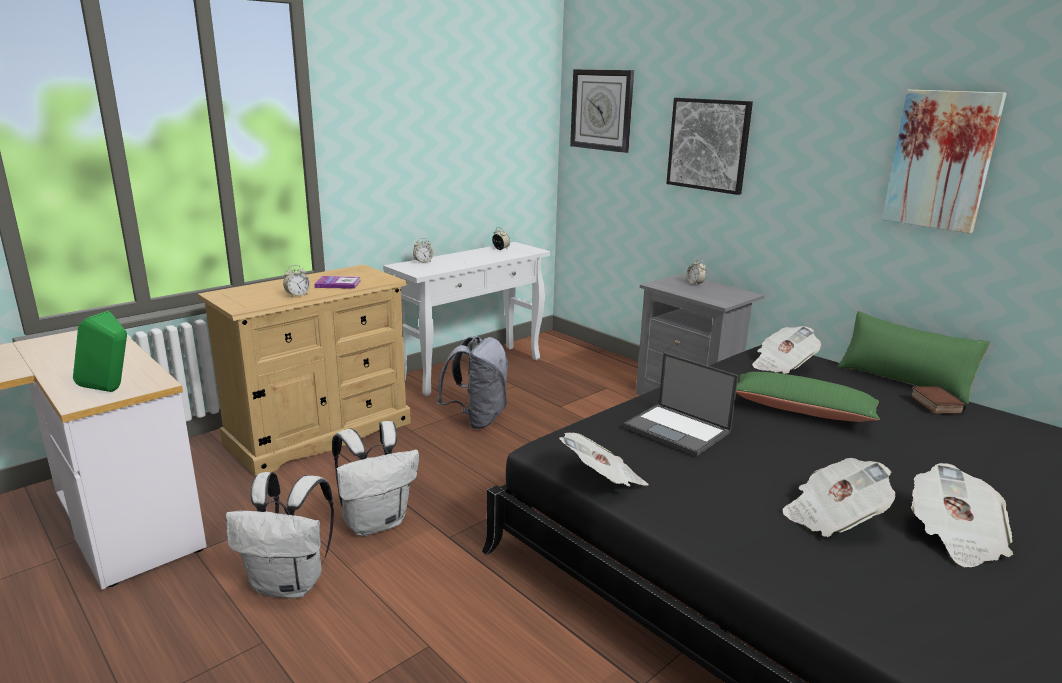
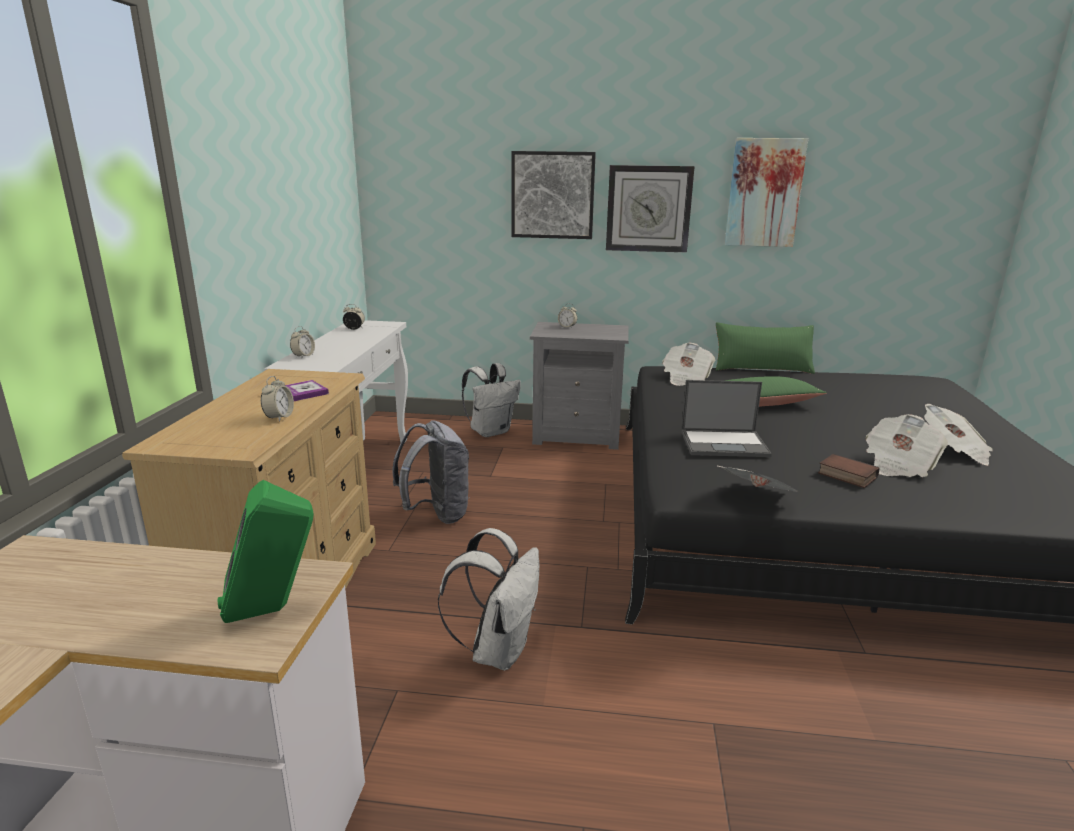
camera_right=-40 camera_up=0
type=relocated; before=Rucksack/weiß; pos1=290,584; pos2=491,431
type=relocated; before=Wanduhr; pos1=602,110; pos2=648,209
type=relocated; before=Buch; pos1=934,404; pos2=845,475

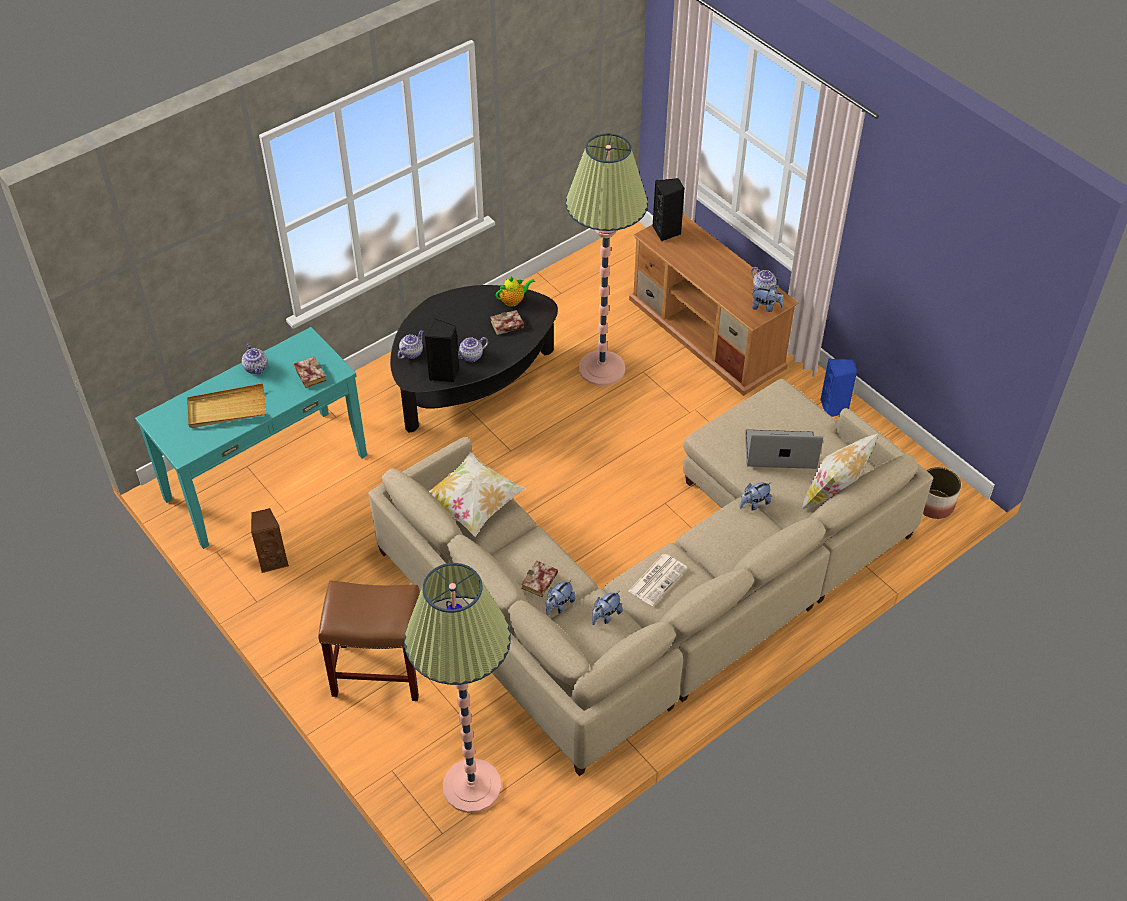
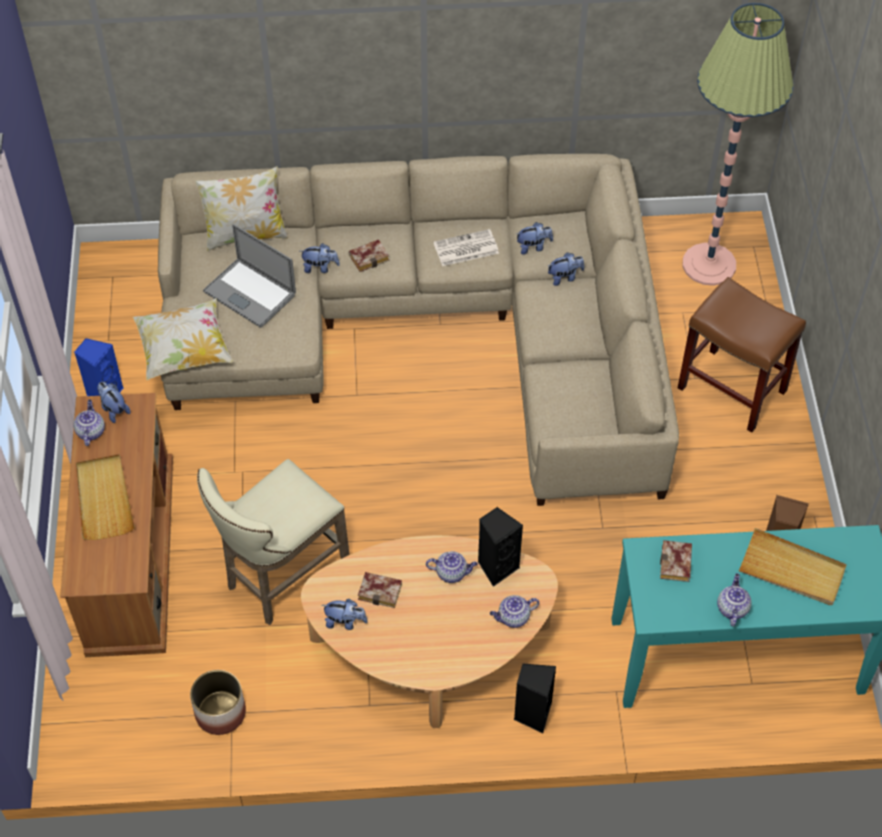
camera_right=-145 camera_up=5
type=appeared; after=Tablett/beige; pos2=104,499
type=relocated; before=Kissen; pos1=473,505; pos2=185,352
type=relocated; before=Buch; pos1=539,582; pos2=370,257
type=relocated; before=Lautsprecher/schwarz; pos1=667,232; pos2=532,714
type=relocated; before=Pflanzkübel; pos1=934,504; pos2=221,712
type=exchanged; before=Teekanne; after=Plüschtier; pos1=513,301; pos2=345,622
type=exchanged; before=Stehlampe; after=Hocker/beige; pos1=602,368; pos2=280,577
type=colour; before=Couchtisch/schwarz; after=Couchtisch/beige; pos1=472,380; pos2=431,649

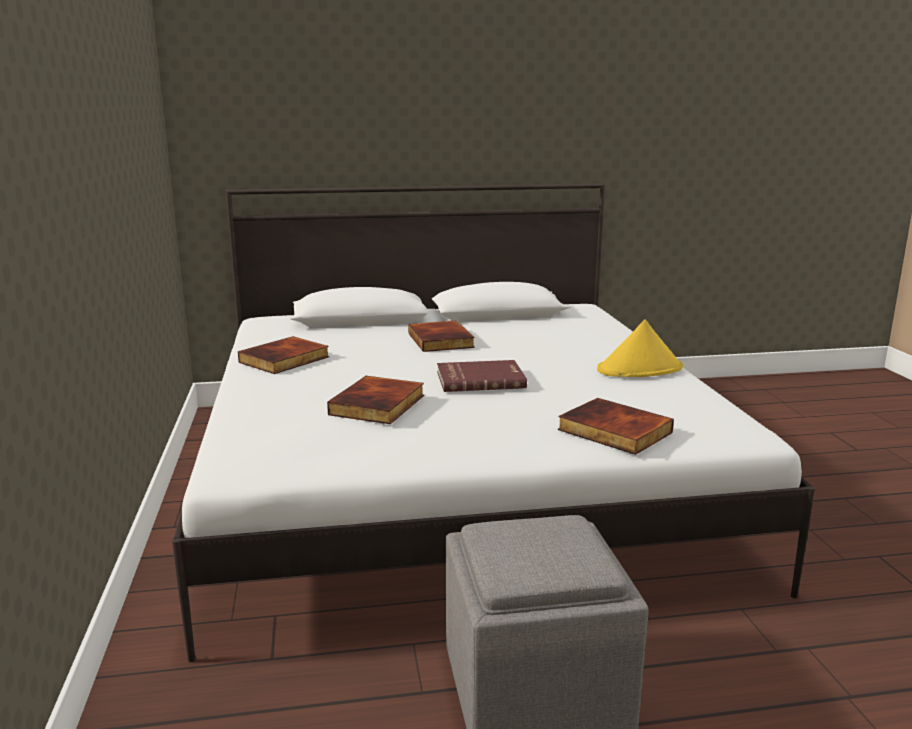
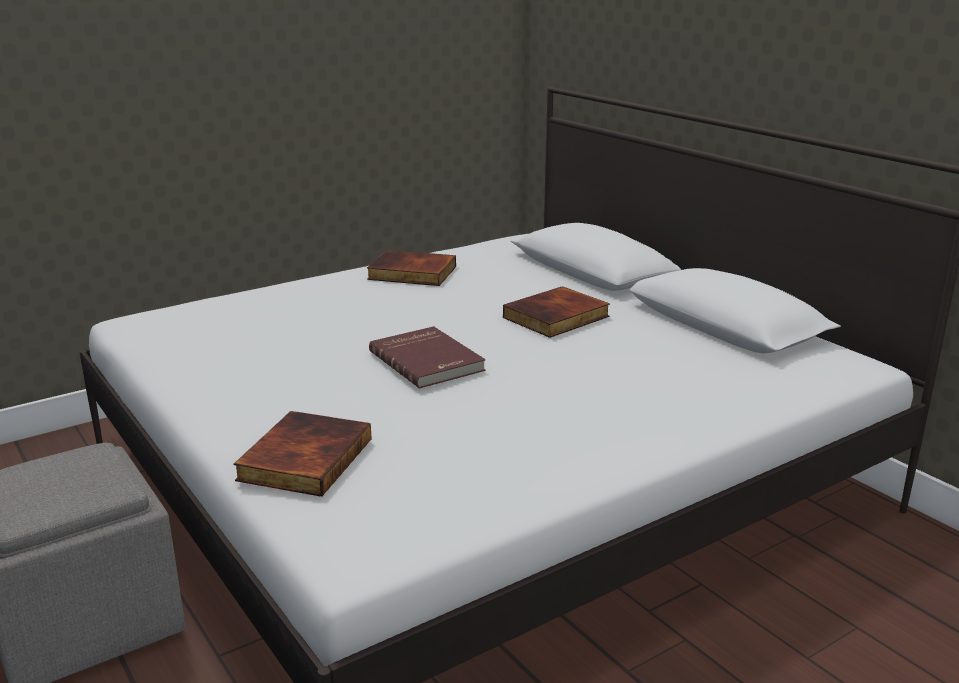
camera_right=65 camera_up=5
type=missing; before=Buch; pos1=379,405
type=missing; before=Hut/gelb; pos1=640,369

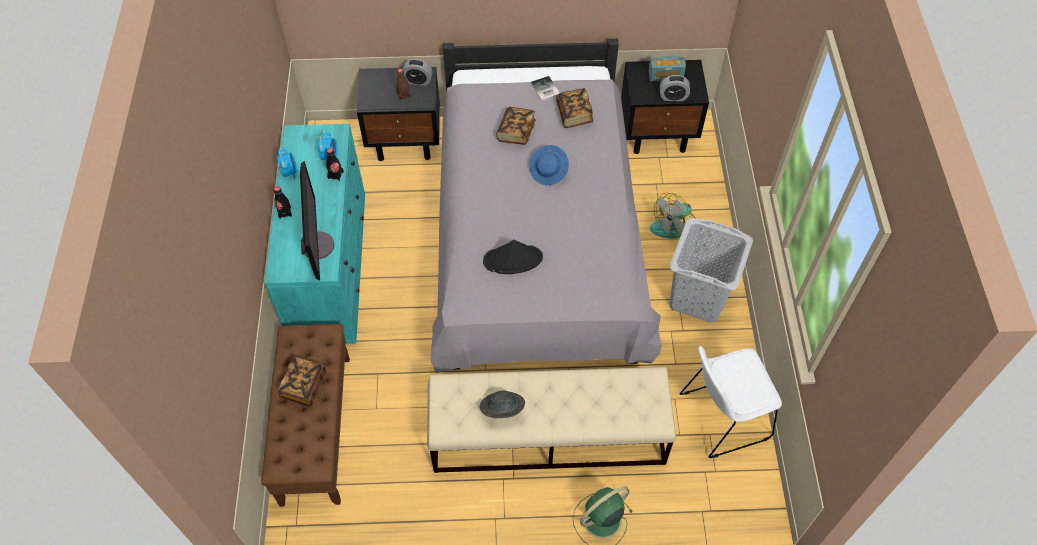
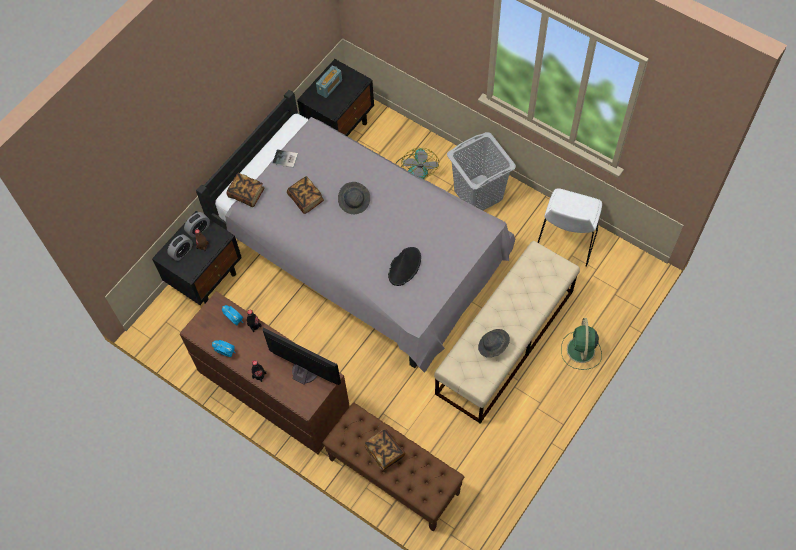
camera_right=-50 camera_up=5
type=relocated; before=Buch; pos1=574,114; pos2=246,194
type=relocated; before=Wecker; pos1=673,97; pos2=182,252
type=colour; before=Kommode/türkis; after=Kommode/braun; pos1=330,267; pos2=273,392
type=colour; before=Hut/blau; after=Hut/grau; pos1=549,171; pos2=354,202

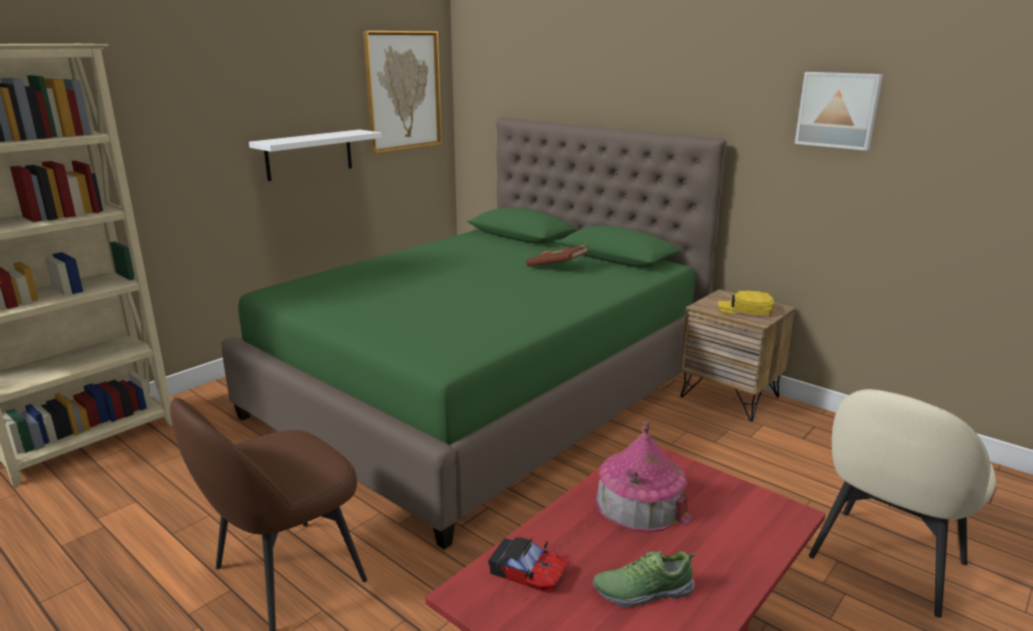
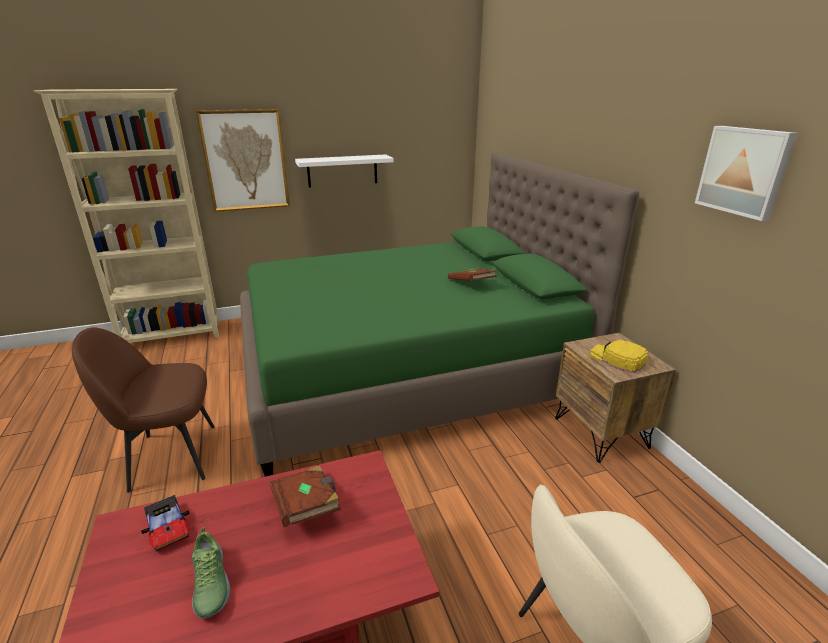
camera_right=30 camera_up=5
type=relocated; before=Bild; pos1=403,91; pos2=245,160
type=exchanged; before=Spielzeughaus; after=Buch/braun; pos1=640,502; pos2=307,507
type=spun; before=Schuh; pos1=642,590; pos2=210,584; turn=-135

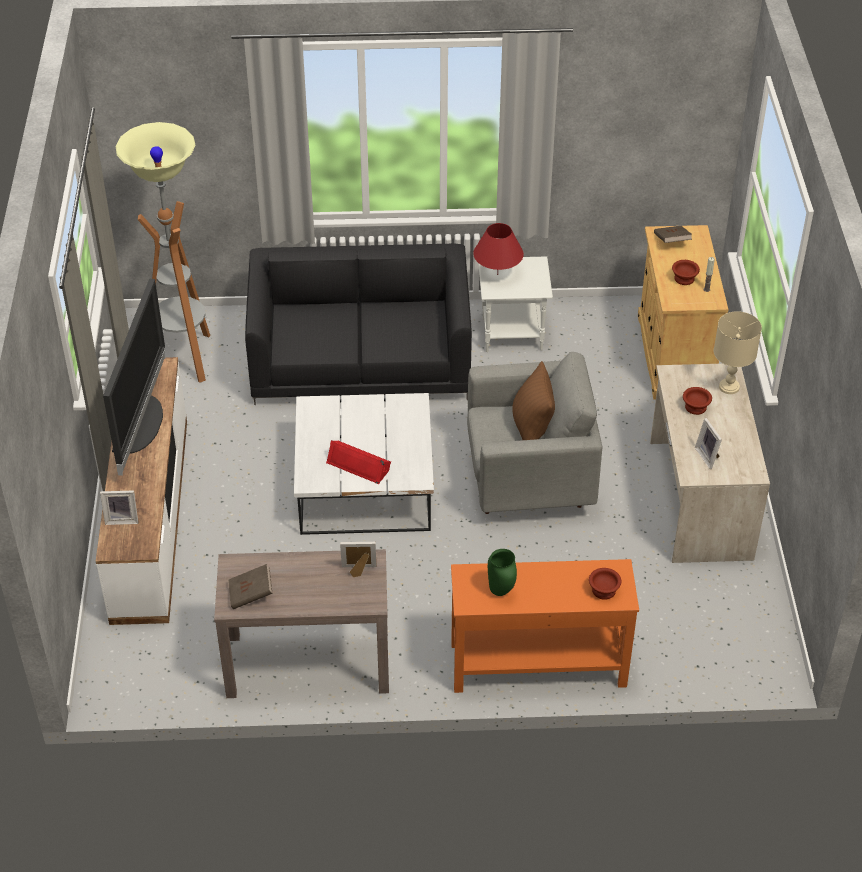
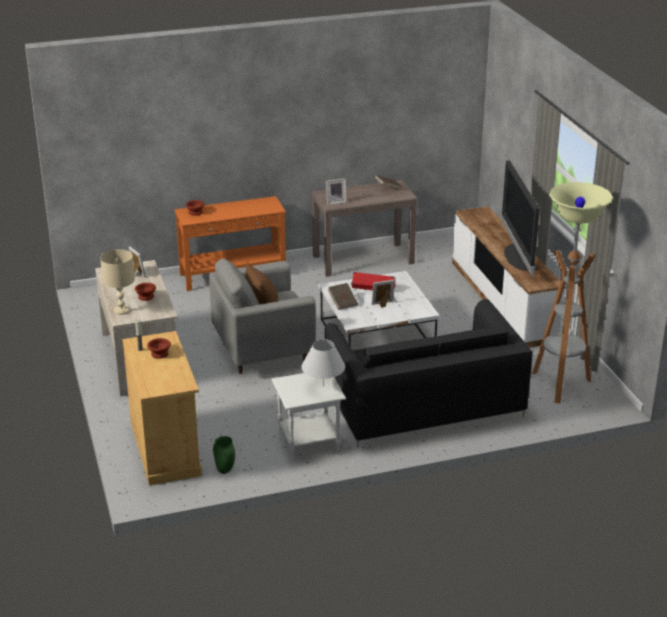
camera_right=165 camera_up=-15
type=relocated; before=Bilderrahmen; pos1=122,519; pos2=383,304
type=relocated; before=Vase/grün; pos1=501,591; pos2=224,471
type=relocated; before=Buch/braun; pos1=671,242; pos2=343,302
type=colour; before=Tischlampe/rot; after=Tischlampe/weiß; pos1=497,274; pos2=323,386

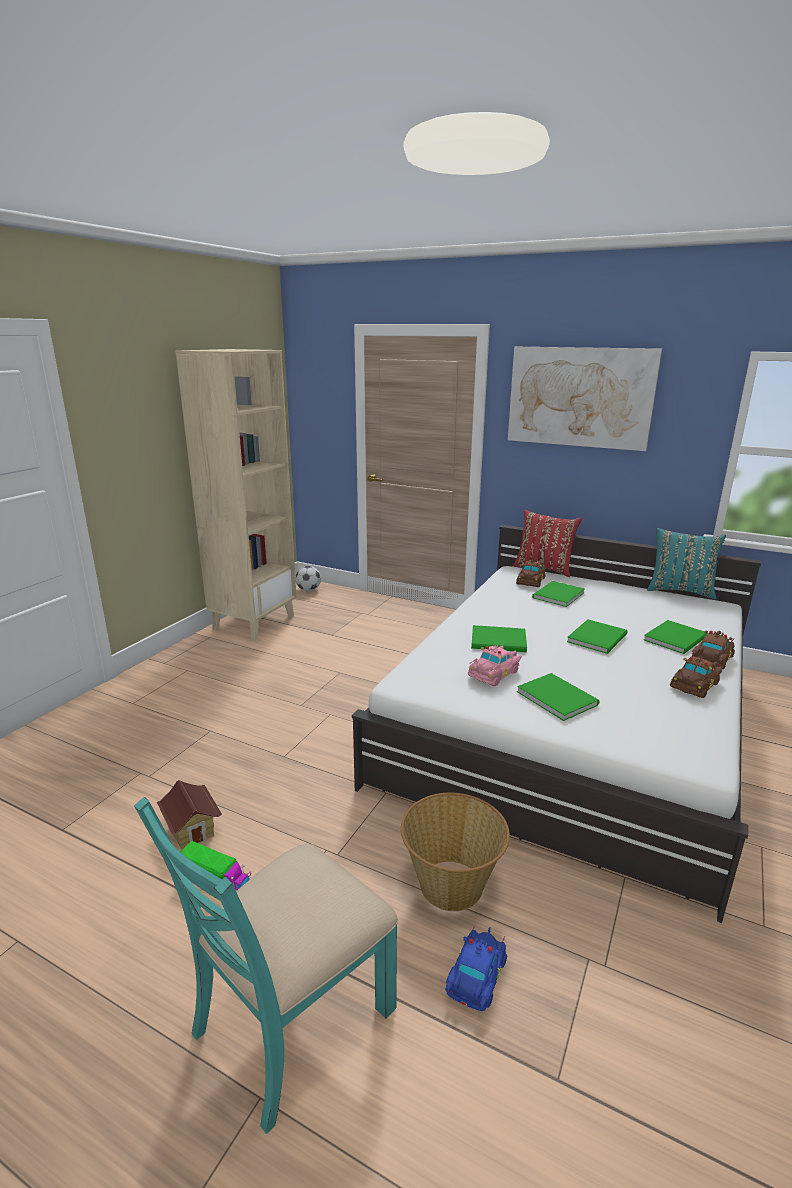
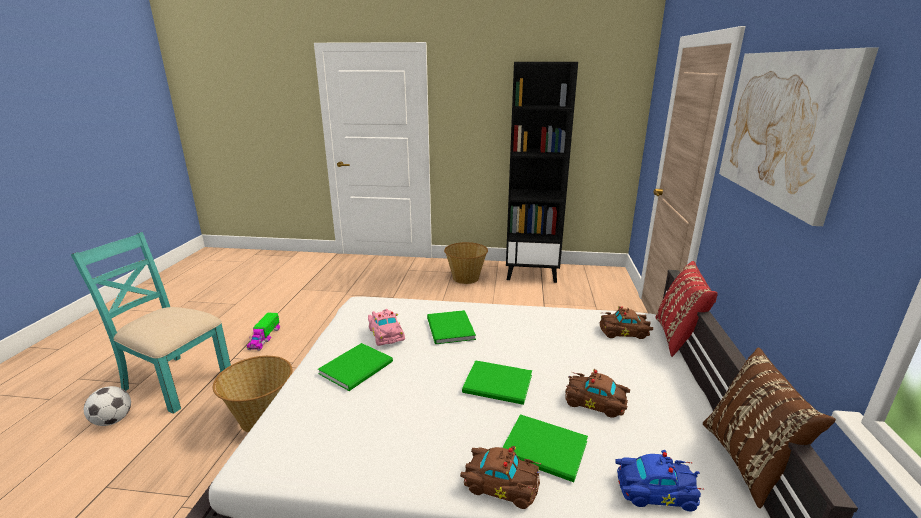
camera_right=70 camera_up=0
type=missing; before=Spielzeughaus; pos1=192,830
type=missing; before=Buch/grün; pos1=556,595
type=appeared; after=Korb; pos2=466,278
type=relocated; before=Fußball; pos1=308,590; pos2=113,420
type=relocated; before=Spielzeugauto/blau; pos1=475,978; pos2=653,489
type=relocated; before=Spielzeugauto/braun; pos1=696,684; pos2=596,403
type=colour; before=Bücherregal/beige; after=Bücherregal/schwarz; pos1=254,622; pos2=531,272
type=colour; before=Kissen/türkis; after=Kissen/braun; pos1=680,591; pos2=748,462
type=spun; before=Spielzeugauto/rosa; pos1=495,673; pos2=386,333; turn=-135

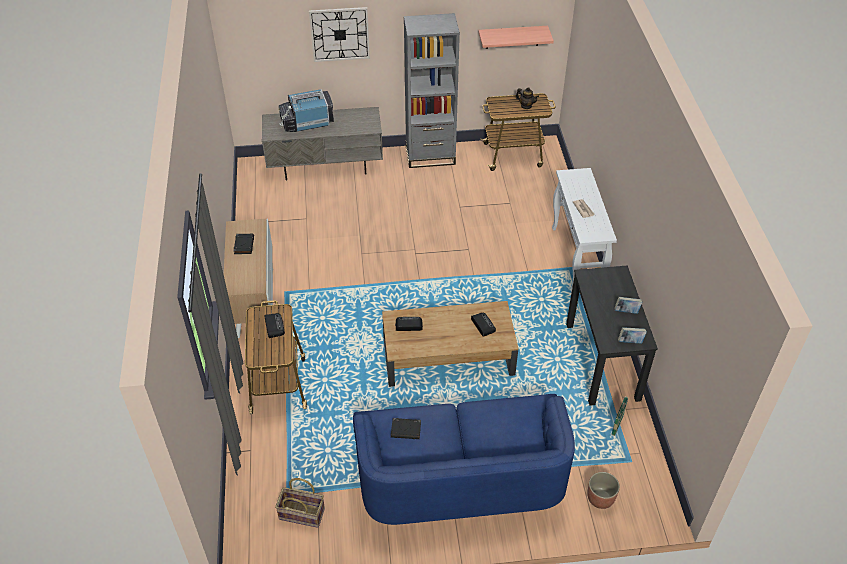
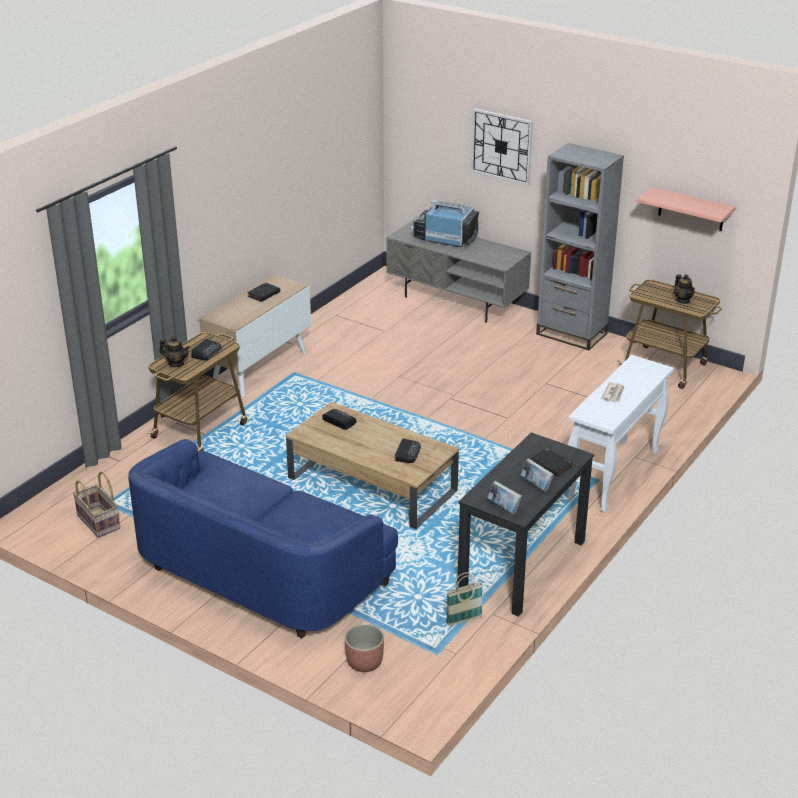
camera_right=40 camera_up=-15
type=appeared; after=Teekanne; pos2=176,363
type=relocated; before=Buch/schwarz; pos1=406,430; pos2=551,465

